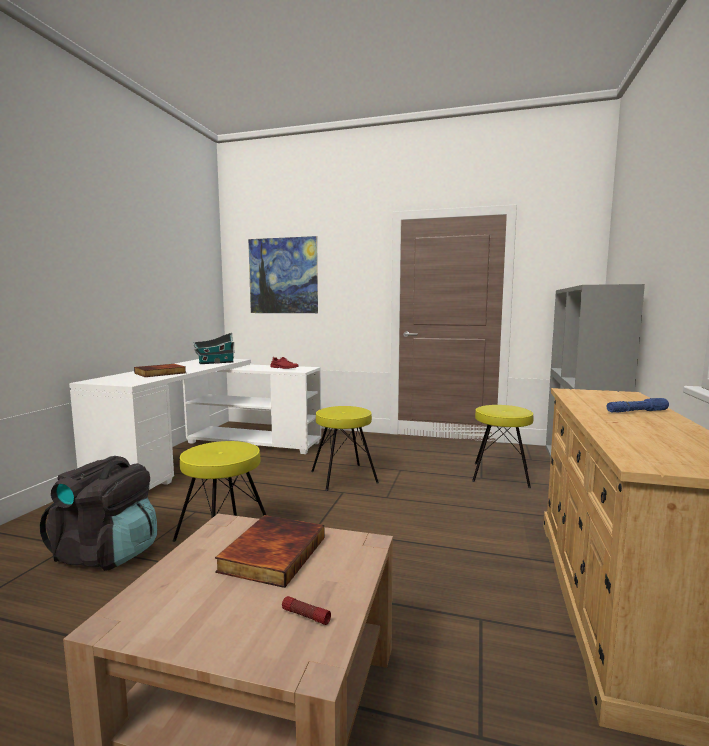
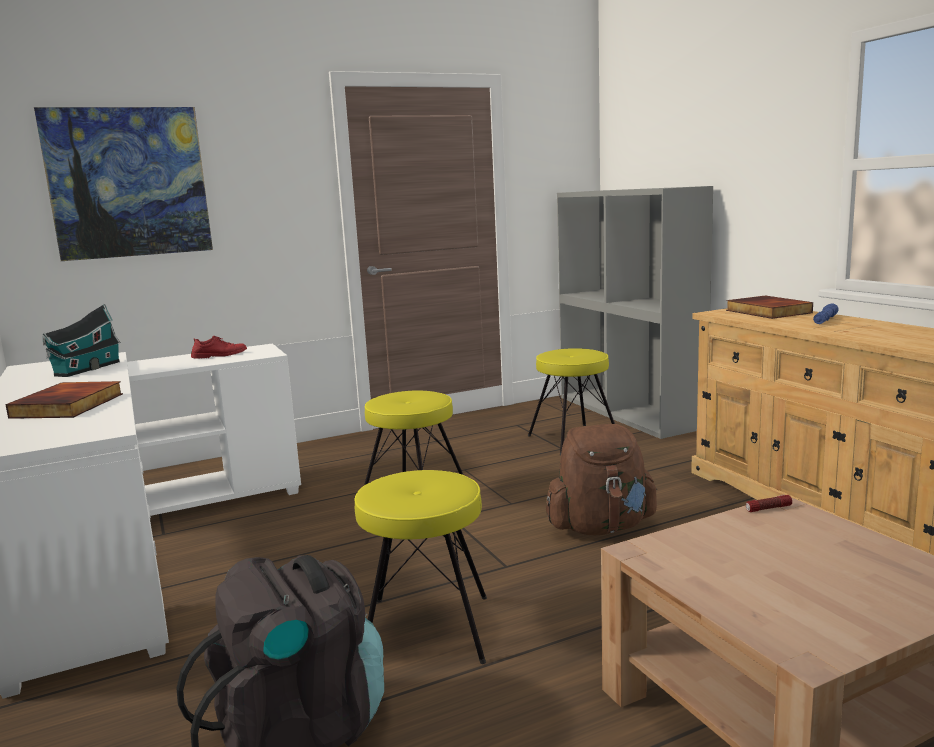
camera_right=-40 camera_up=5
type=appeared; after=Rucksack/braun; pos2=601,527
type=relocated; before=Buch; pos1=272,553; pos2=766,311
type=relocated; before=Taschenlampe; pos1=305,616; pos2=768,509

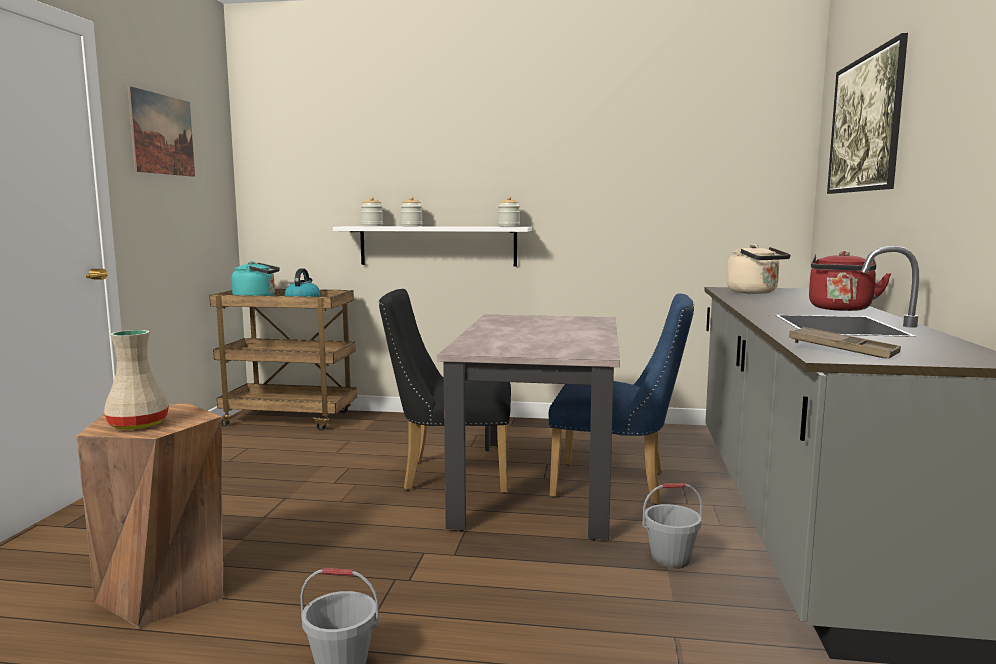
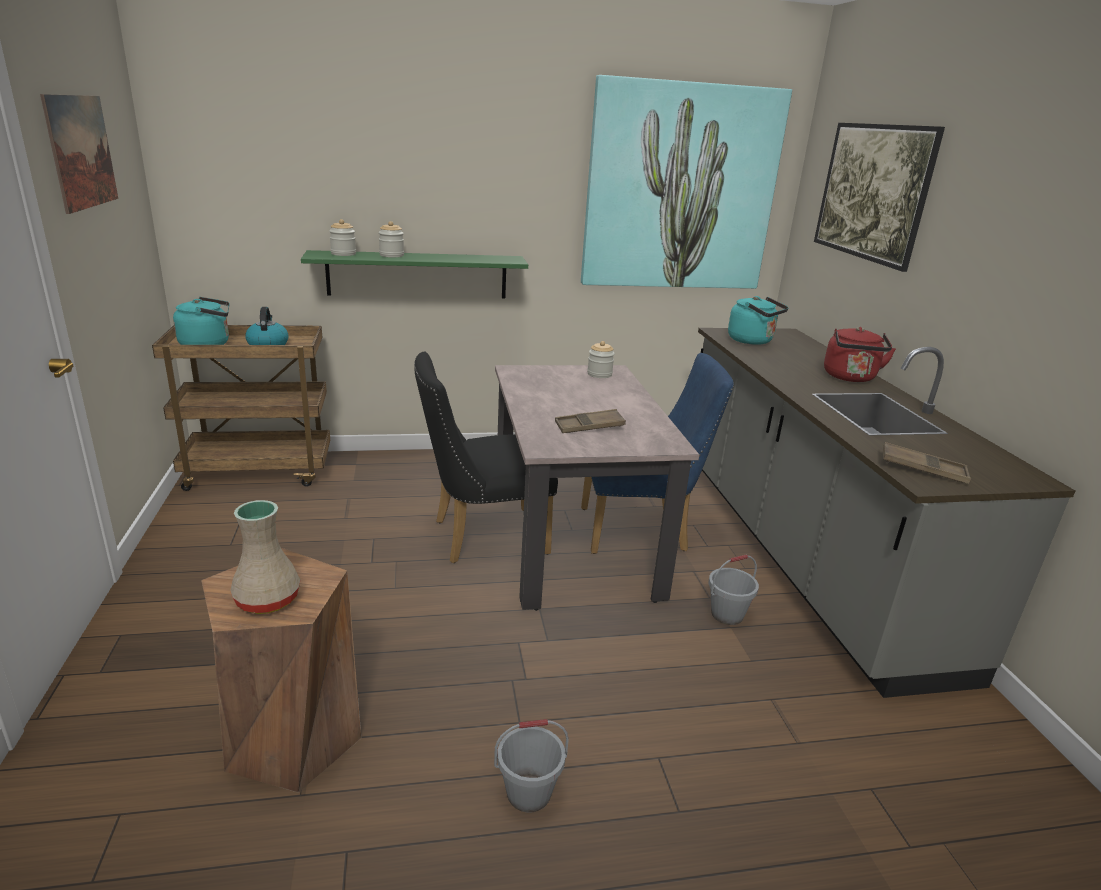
camera_right=-20 camera_up=15
type=appeared; after=Tablett/braun; pos2=589,426
type=appeared; after=Bild; pos2=680,189
type=relocated; before=Vorratsglas; pos1=508,226; pos2=599,374
type=colour; before=Wandregal/weiß; after=Wandregal/grün; pos1=437,246; pos2=417,275
type=colour; before=Wasserkessel/beige; after=Wasserkessel/türkis; pos1=755,292; pos2=753,341

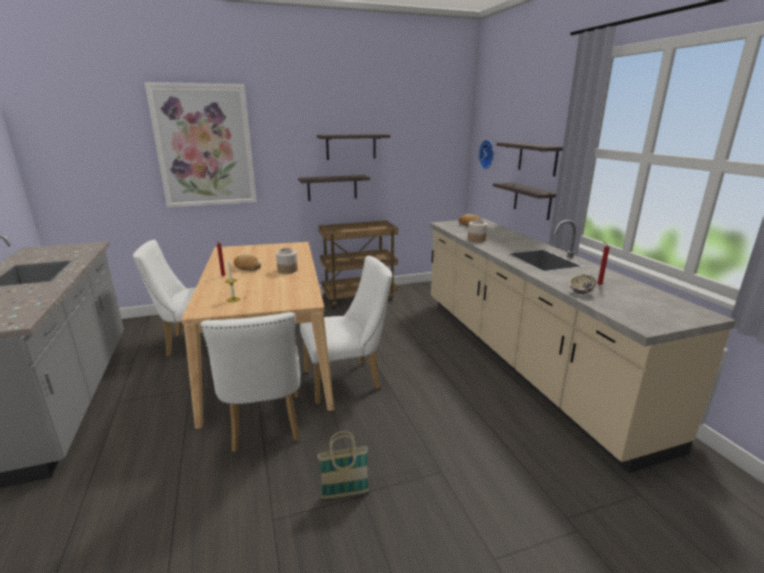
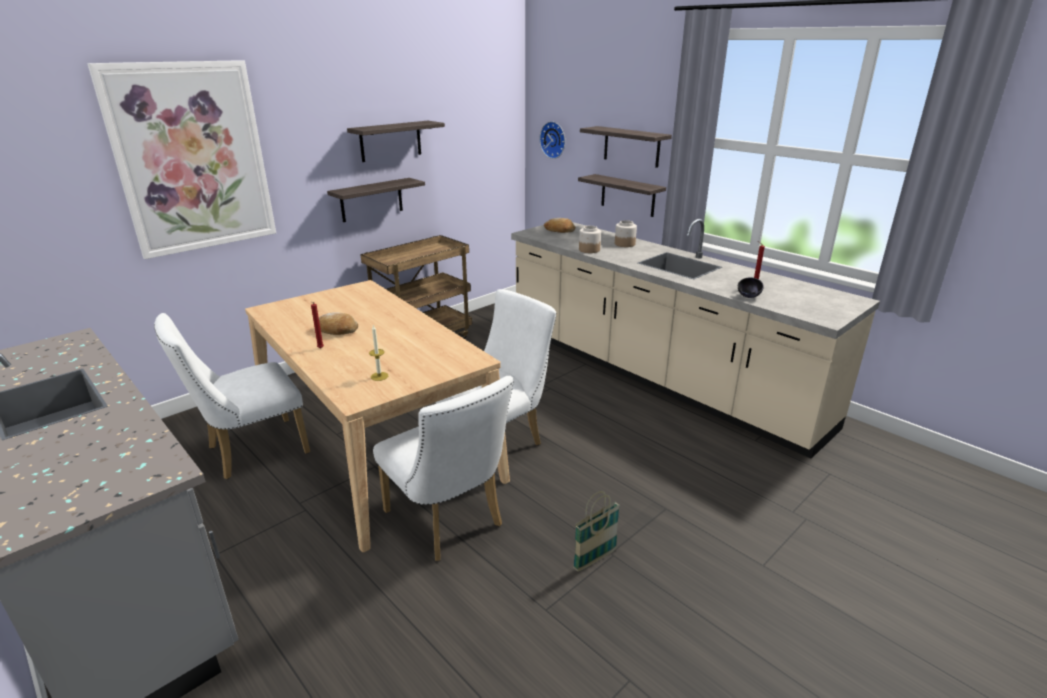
camera_right=-25 camera_up=5
type=relocated; before=Vorratsglas; pos1=287,270; pos2=624,244
type=colour; before=Schüssel/beige; after=Schüssel/schwarz; pos1=580,293; pos2=748,297

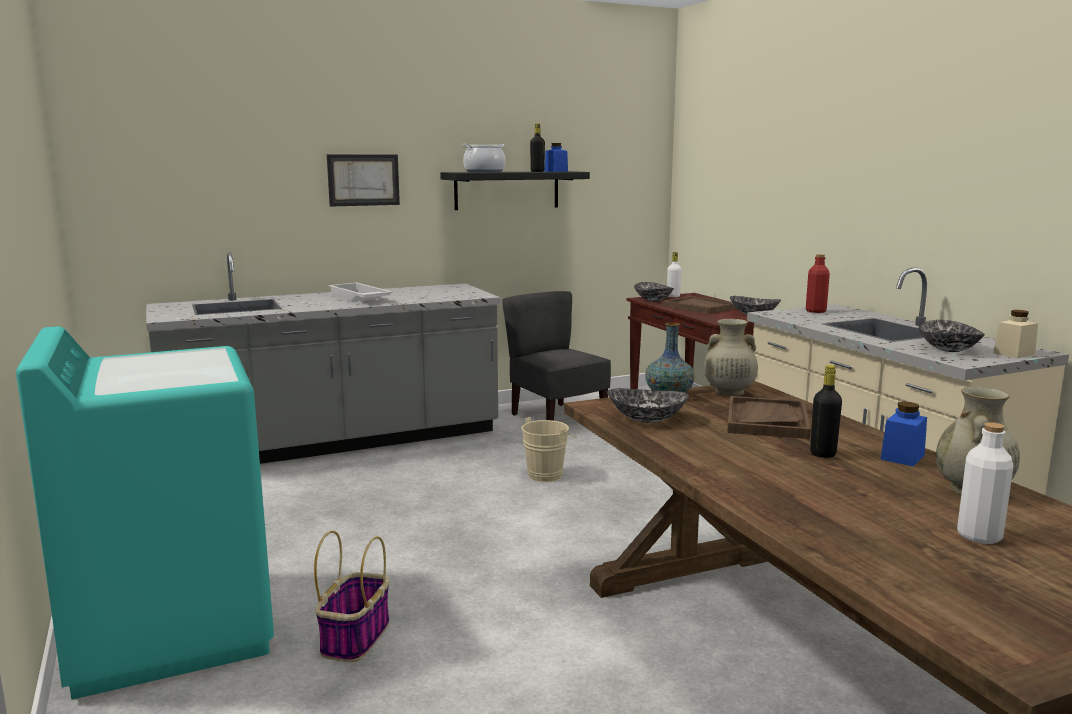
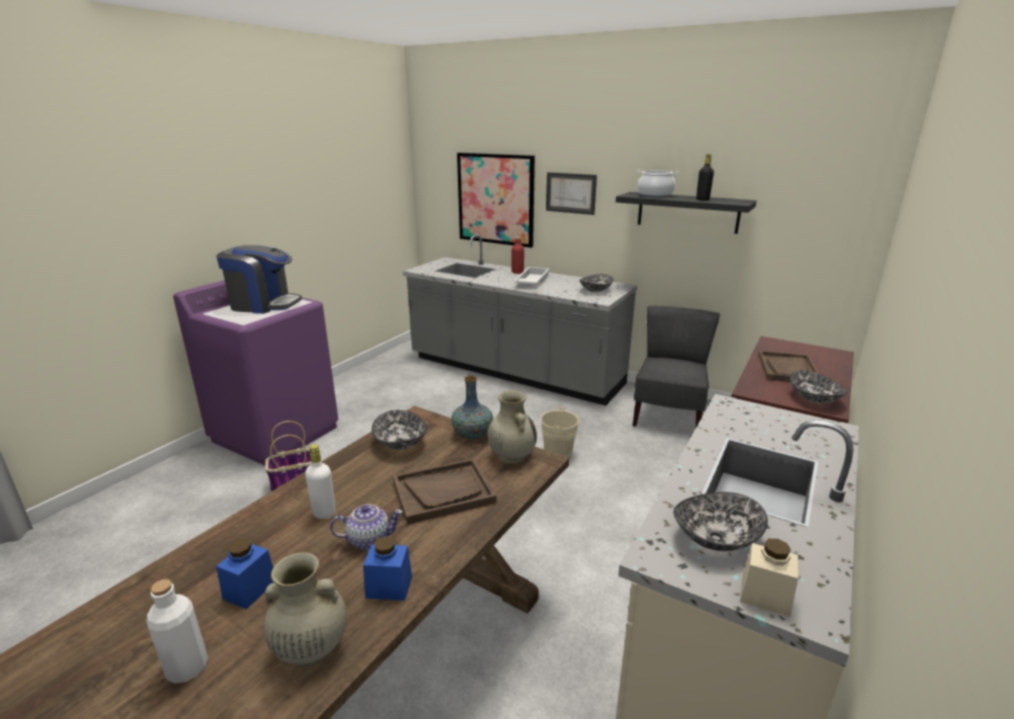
camera_right=55 camera_up=10
type=appeared; after=Kaffeemaschine; pos2=264,304
type=appeared; after=Bild; pos2=496,199
type=relocated; before=Vorratsglas/blau; pos1=556,171; pos2=250,589
type=relocated; before=Schüssel; pos1=653,300; pos2=595,290
type=relocated; before=Flasche/weiß; pos1=673,296; pos2=324,513
type=relocated; before=Flasche/rot; pos1=815,311; pos2=517,272
type=exchanged; before=Flasche/schwarz; after=Teekanne; pos1=823,454; pos2=368,539
type=colour; before=Waschmaschine/türkis; after=Waschmaschine/lila; pos1=171,629; pos2=276,433

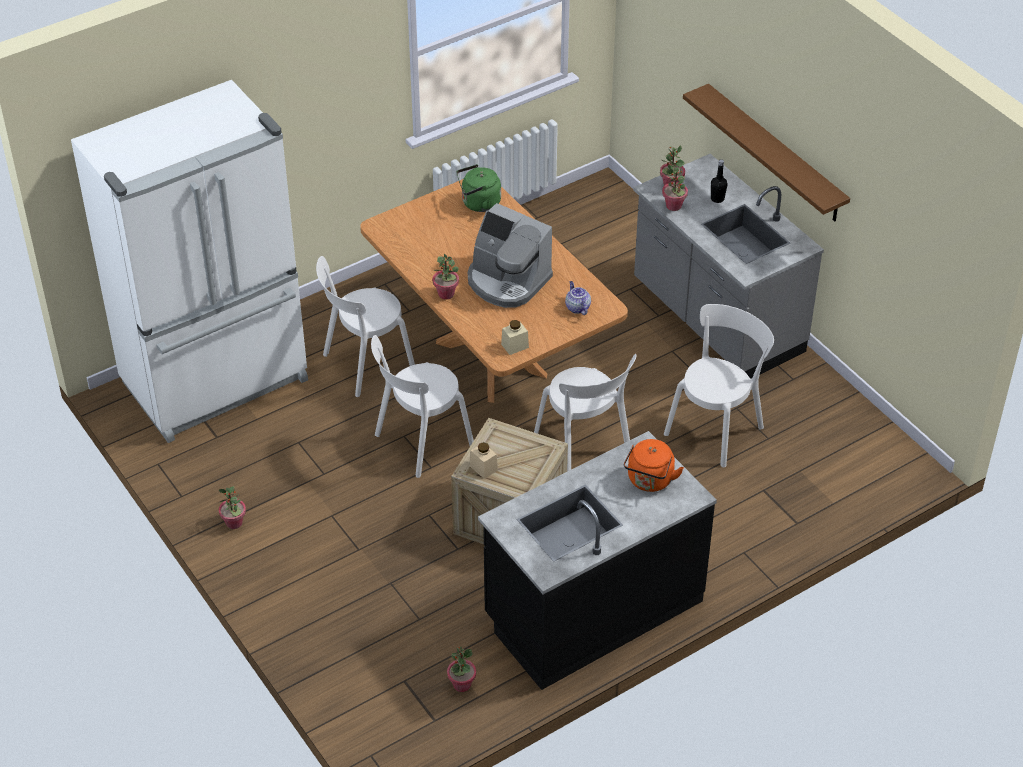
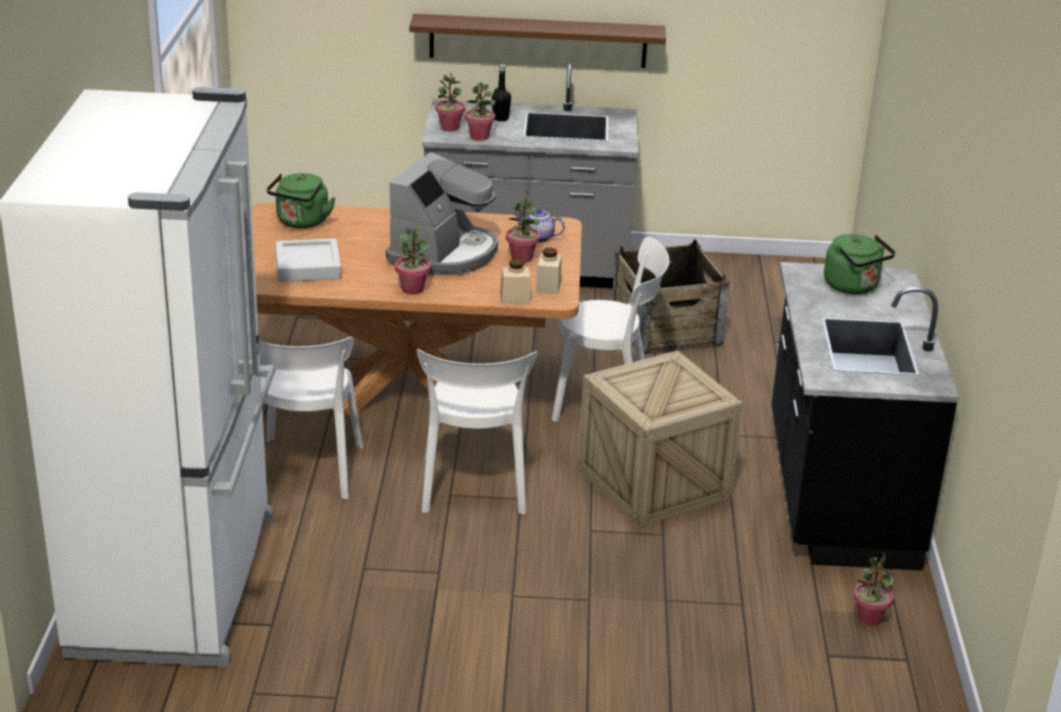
camera_right=-55 camera_up=-15
type=appeared; after=Tablett/grau; pos2=308,266
type=relocated; before=Topfpflanze; pos1=234,523; pos2=522,258
type=relocated; before=Vorratsglas/beige; pos1=483,468; pos2=515,298
type=exchanged; before=Stuhl/weiß; after=Kiste; pos1=716,427; pos2=666,328
type=colour; before=Wasserkessel/orange; after=Wasserkessel/grün; pos1=649,481; pos2=854,287
type=spun; before=Kaffeemaschine; pos1=507,281; pos2=444,254; turn=-45

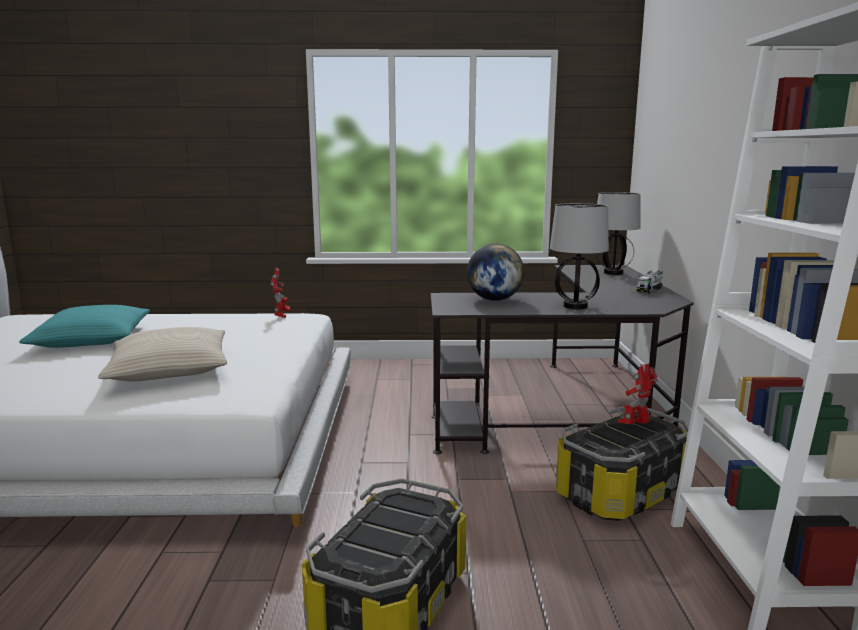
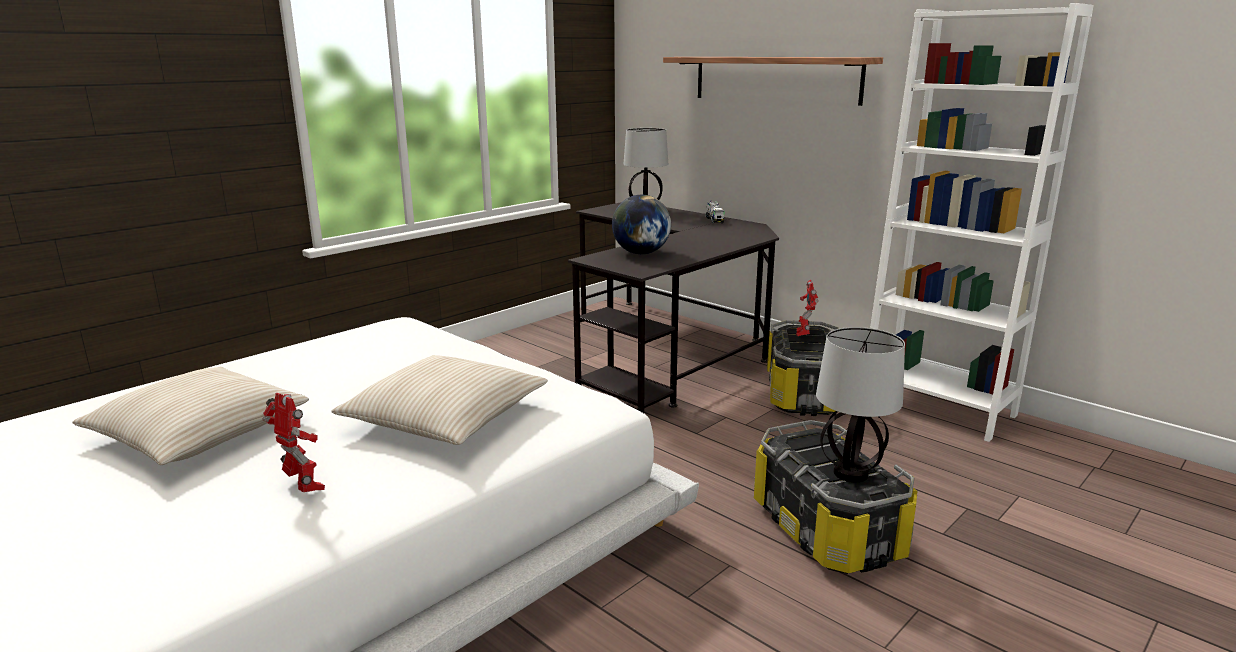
camera_right=-45 camera_up=5
type=appeared; after=Wandregal; pos2=775,79
type=relocated; before=Spielzeugroboter; pos1=281,316; pos2=303,487
type=relocated; before=Tischlampe; pos1=575,306; pos2=849,473
type=colour; before=Kissen/türkis; after=Kissen/beige; pos1=91,339; pos2=199,432

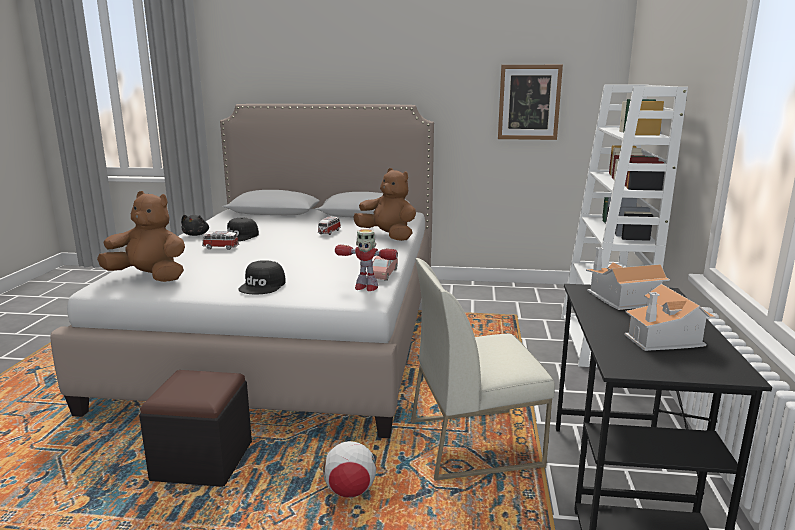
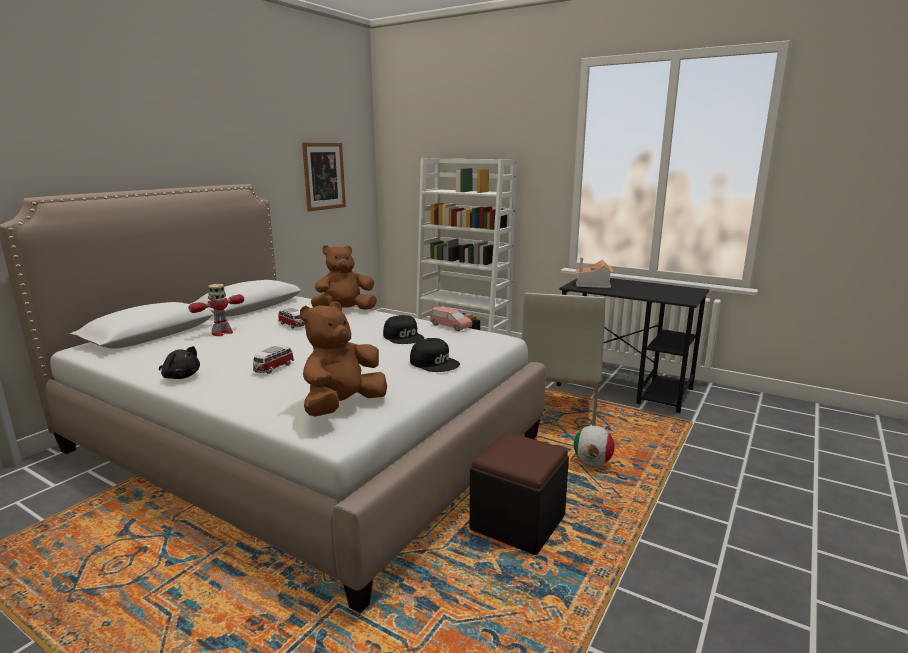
camera_right=-65 camera_up=0
type=missing; before=Spielzeughaus; pos1=664,338
type=relocated; before=Kappe/schwarz; pos1=240,236; pos2=404,337
type=relocated; before=Spielzeugroboter; pos1=365,287; pos2=222,333

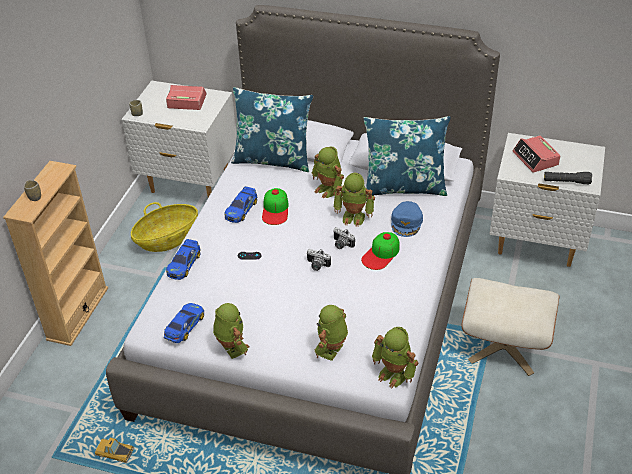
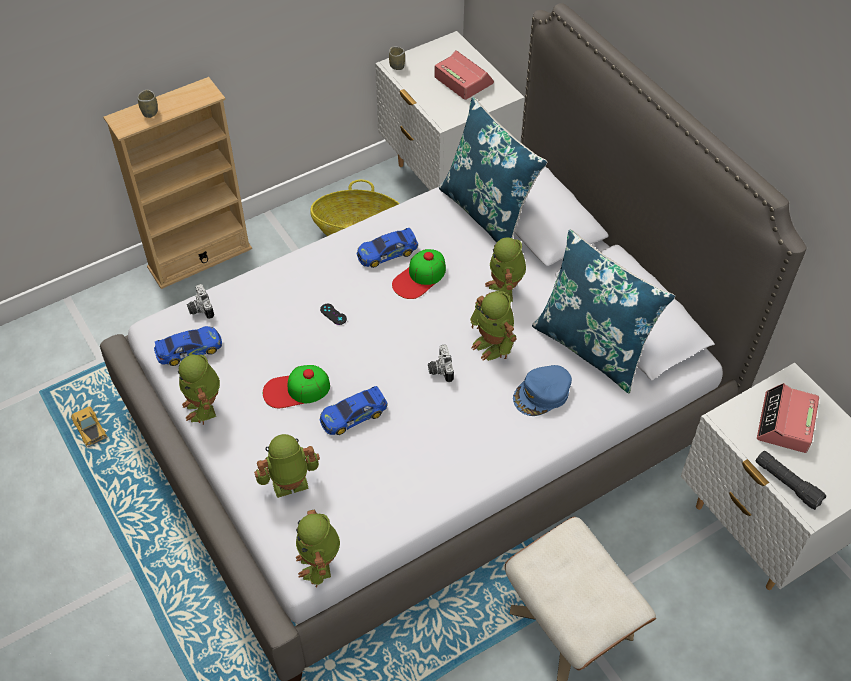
camera_right=40 camera_up=10
type=relocated; before=Spielzeugauto; pos1=184,264; pos2=353,415
type=relocated; before=Kamera; pos1=317,266; pos2=199,309
type=relocated; before=Kappe; pos1=381,254; pos2=296,390
type=spun; before=Spielzeugroboter; pos1=231,348; pos2=204,407; turn=150

